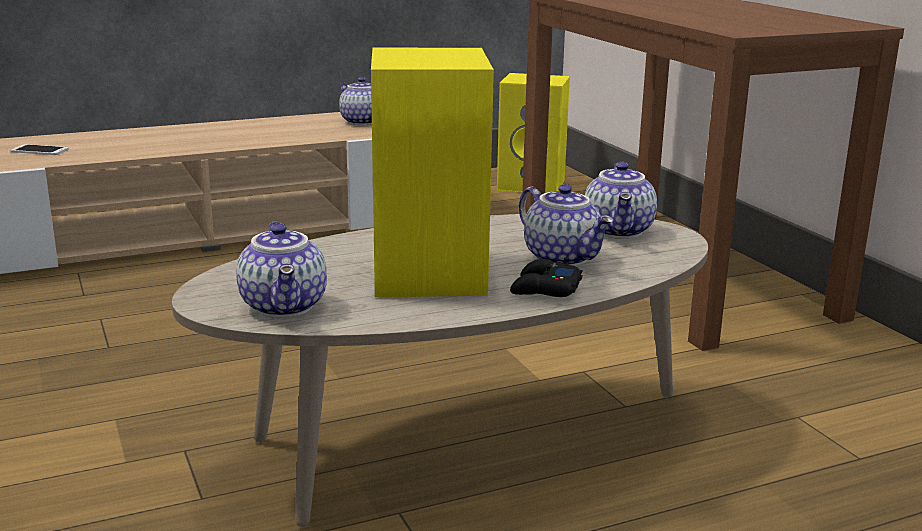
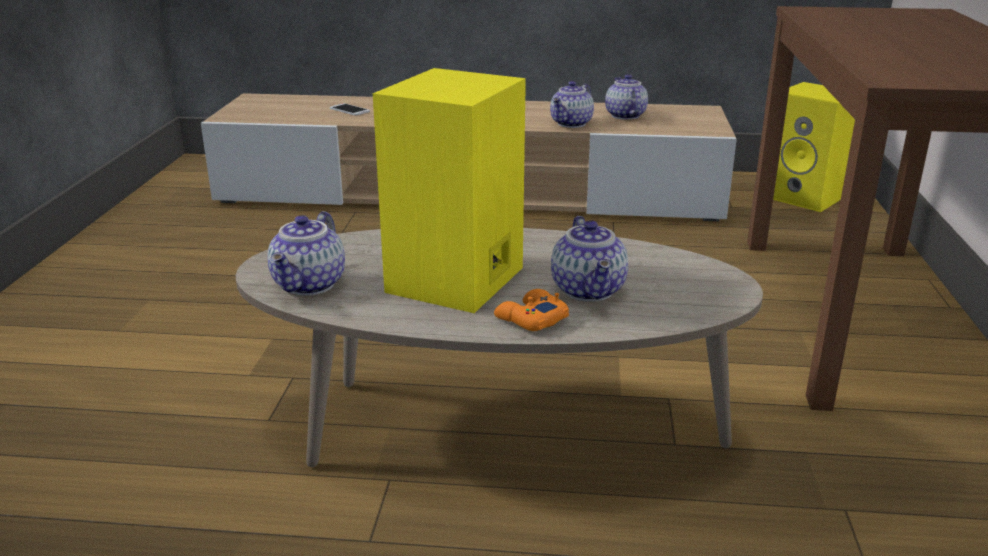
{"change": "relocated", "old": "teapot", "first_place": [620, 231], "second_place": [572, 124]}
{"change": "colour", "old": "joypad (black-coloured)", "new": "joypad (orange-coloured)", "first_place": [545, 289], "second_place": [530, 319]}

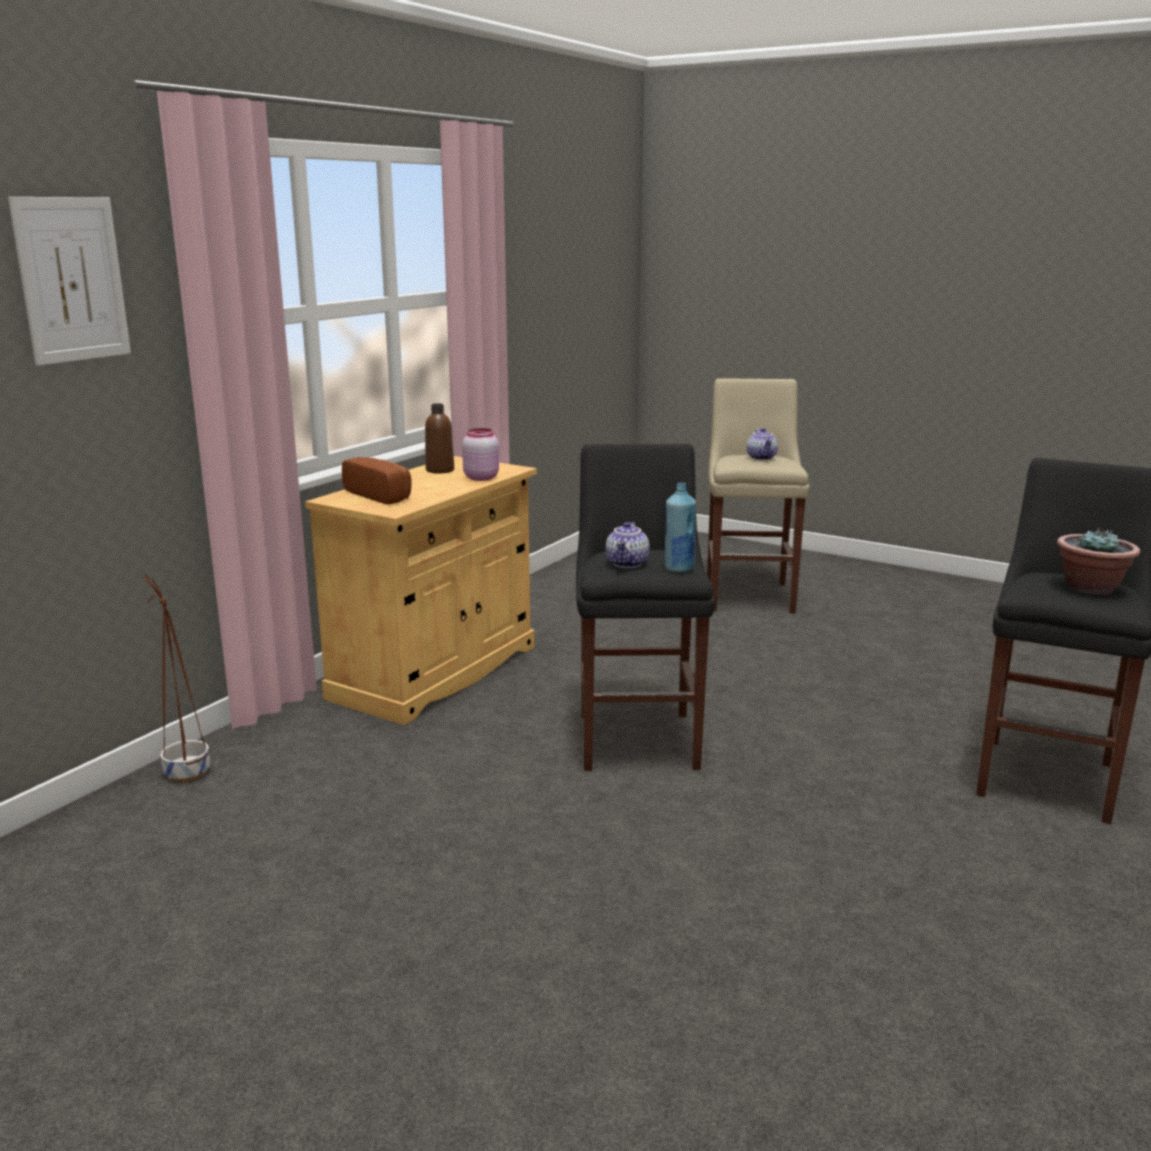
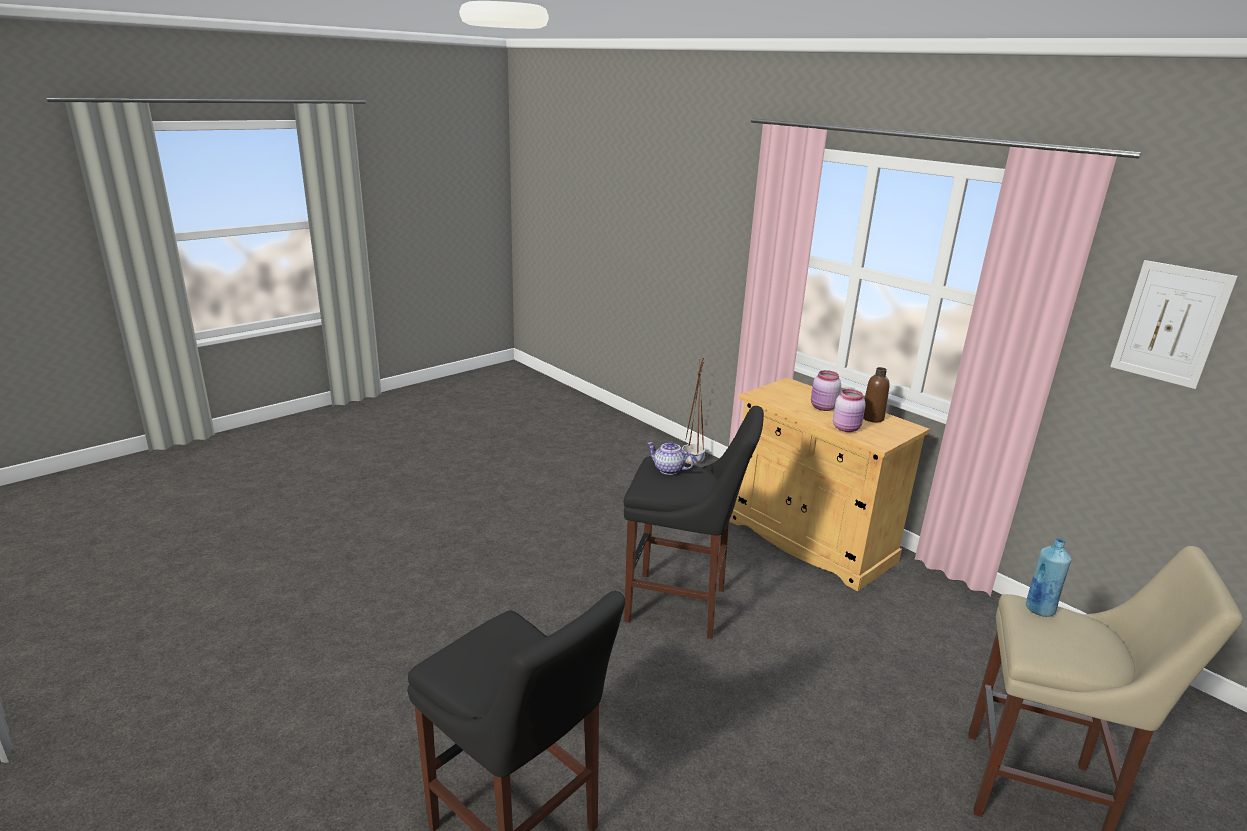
{"change": "missing", "old": "bakery bread", "first_place": [381, 495]}
{"change": "missing", "old": "teapot", "first_place": [762, 458]}
{"change": "missing", "old": "potted plant", "first_place": [1090, 588]}
{"change": "appeared", "new": "jar (pinkish)", "second_place": [823, 407]}
{"change": "relocated", "old": "wall picture", "first_place": [72, 280], "second_place": [1170, 324]}
{"change": "relocated", "old": "drink bottle (blue-coloured)", "first_place": [678, 568], "second_place": [1039, 609]}

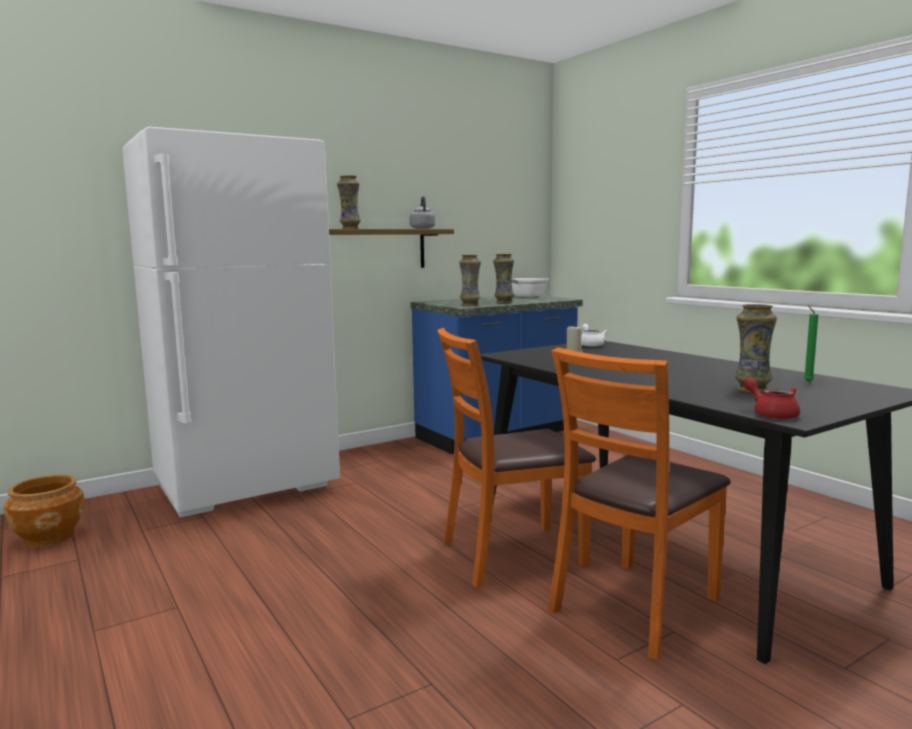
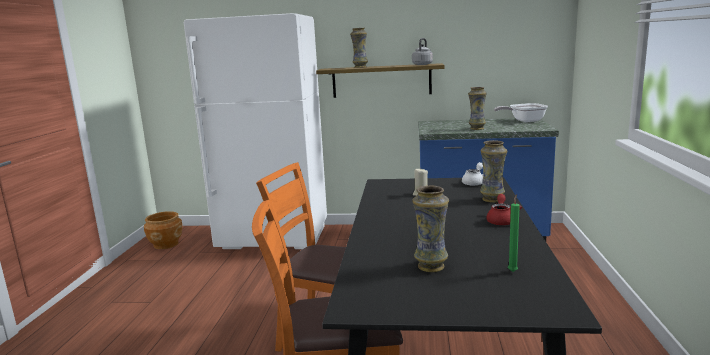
{"change": "relocated", "old": "vase", "first_place": [470, 305], "second_place": [492, 199]}
{"change": "relocated", "old": "teapot (red)", "first_place": [771, 414], "second_place": [501, 220]}

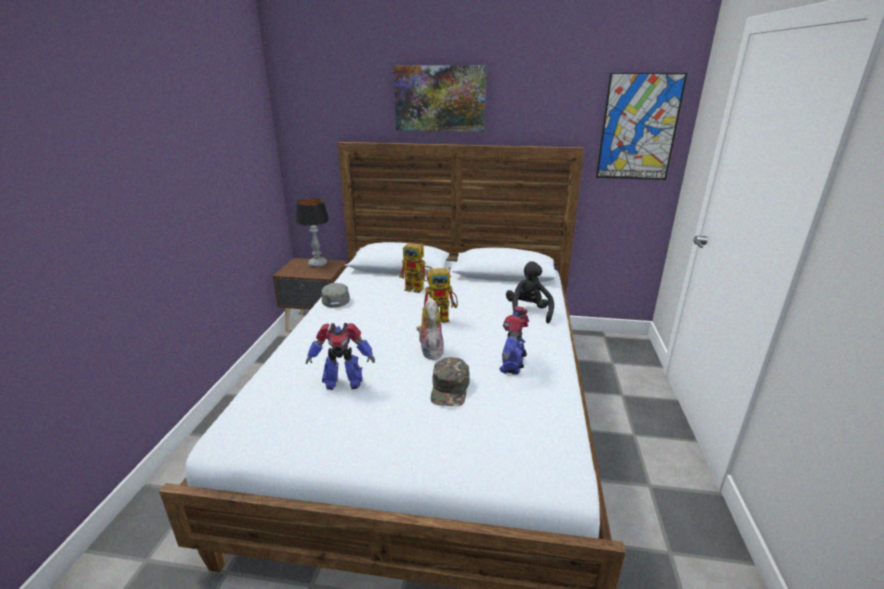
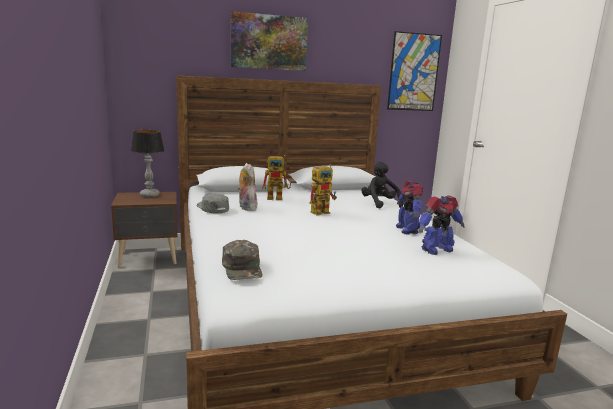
{"change": "relocated", "old": "model robot", "first_place": [343, 382], "second_place": [436, 250]}
{"change": "relocated", "old": "plush toy", "first_place": [430, 351], "second_place": [246, 207]}
{"change": "relocated", "old": "peaked cap (green-coloured)", "first_place": [450, 388], "second_place": [243, 268]}

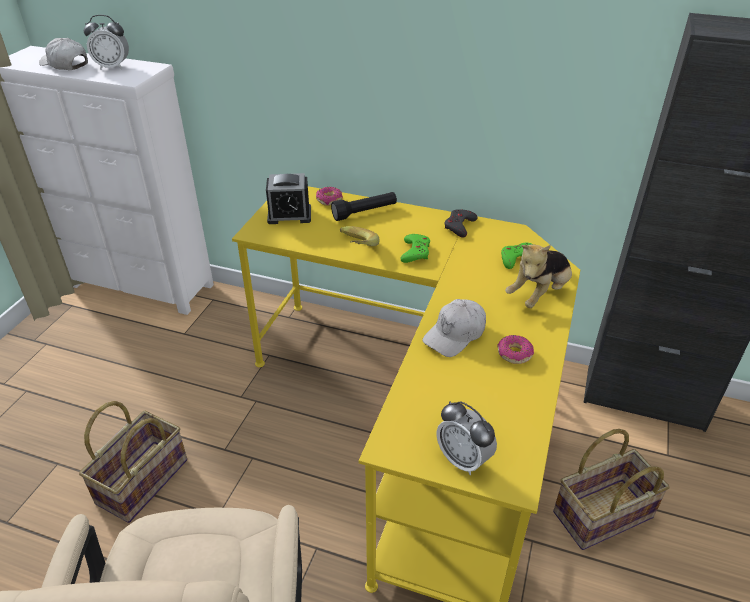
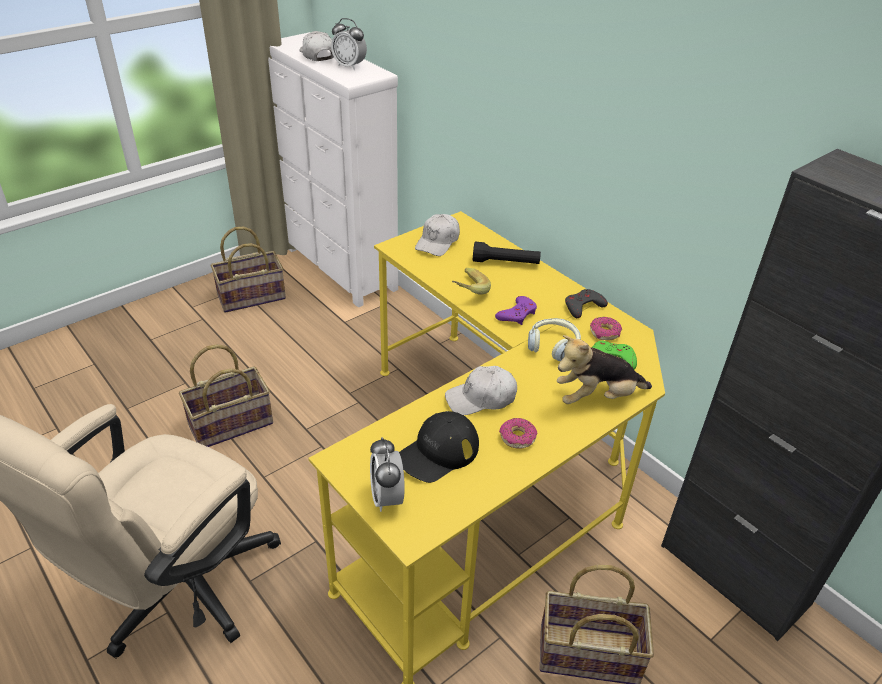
{"change": "appeared", "new": "basket", "second_place": [251, 296]}
{"change": "appeared", "new": "peaked cap (black-coloured)", "second_place": [438, 452]}
{"change": "appeared", "new": "headset", "second_place": [553, 345]}
{"change": "relocated", "old": "donut", "first_place": [329, 200], "second_place": [605, 333]}
{"change": "exchanged", "old": "bedside clock", "new": "peaked cap (white)", "first_place": [289, 215], "second_place": [438, 242]}
{"change": "colour", "old": "joypad (green-coloured)", "new": "joypad (purple)", "first_place": [415, 252], "second_place": [517, 314]}

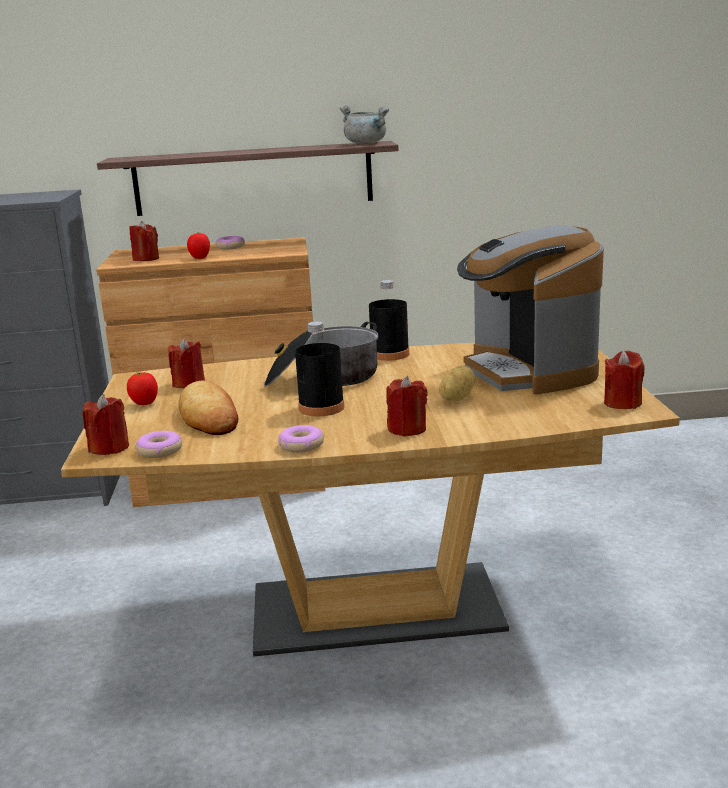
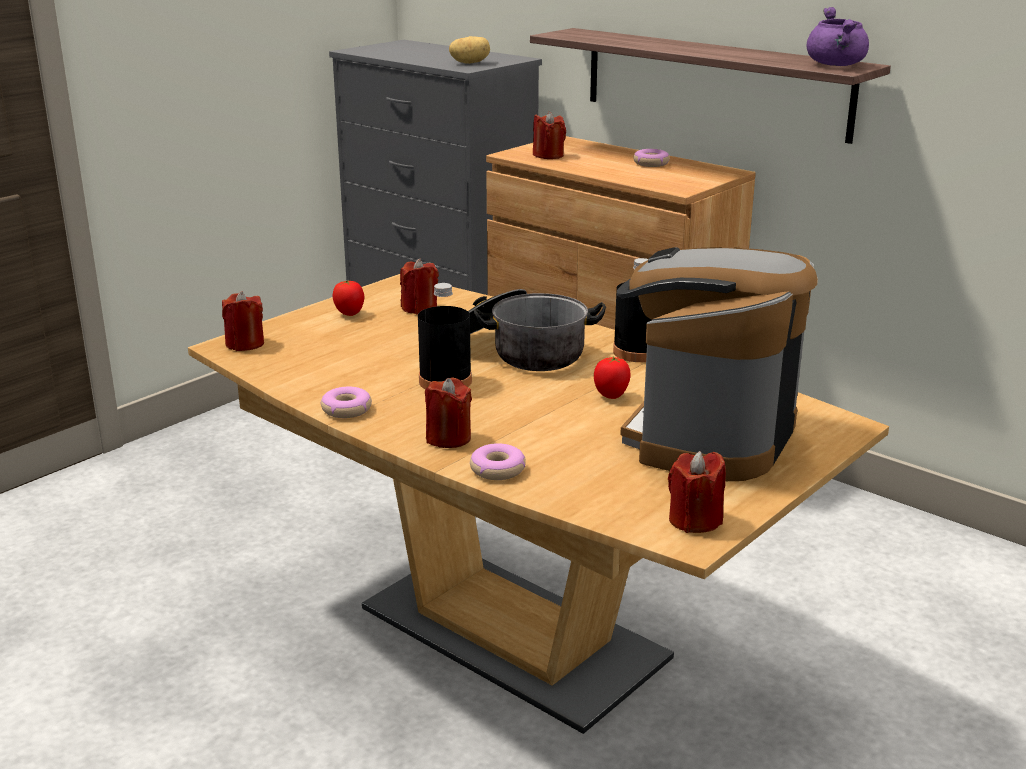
{"change": "missing", "old": "bakery bread", "first_place": [209, 416]}
{"change": "relocated", "old": "donut", "first_place": [160, 451], "second_place": [497, 469]}
{"change": "relocated", "old": "tomato", "first_place": [200, 258], "second_place": [611, 396]}
{"change": "relocated", "old": "whole potato", "first_place": [455, 398], "second_place": [470, 63]}
{"change": "colour", "old": "saucepot (grey)", "new": "saucepot (purple)", "first_place": [366, 143], "second_place": [836, 65]}

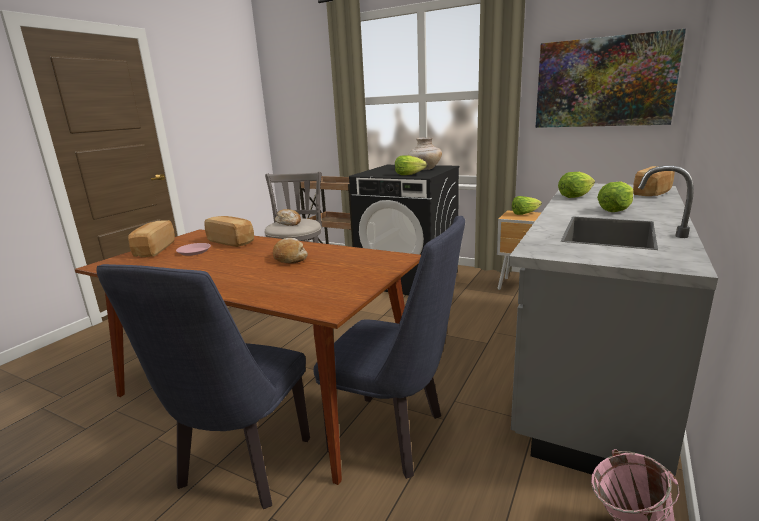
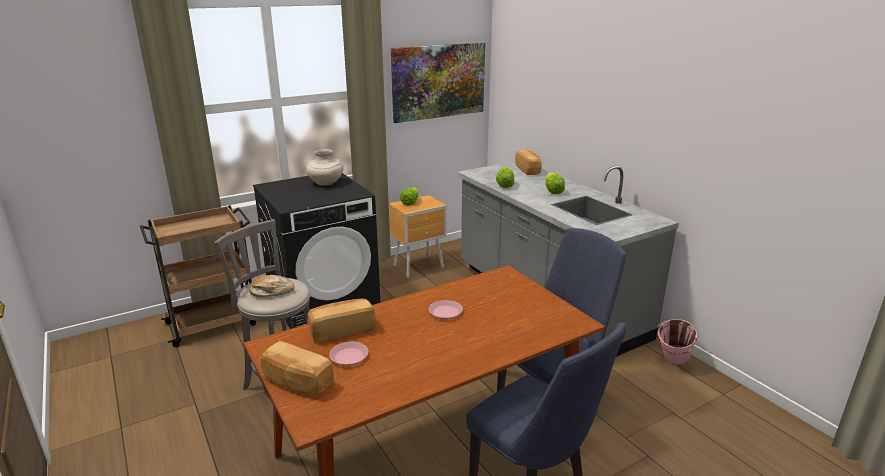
{"change": "missing", "old": "lettuce", "first_place": [408, 174]}
{"change": "exchanged", "old": "bakery bread", "new": "dinner plate (pinkish)", "first_place": [290, 257], "second_place": [445, 312]}

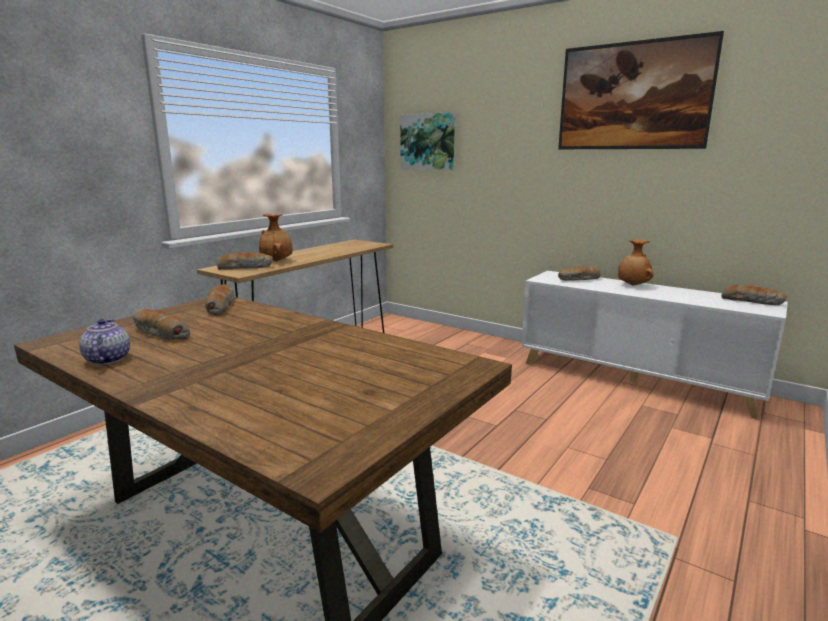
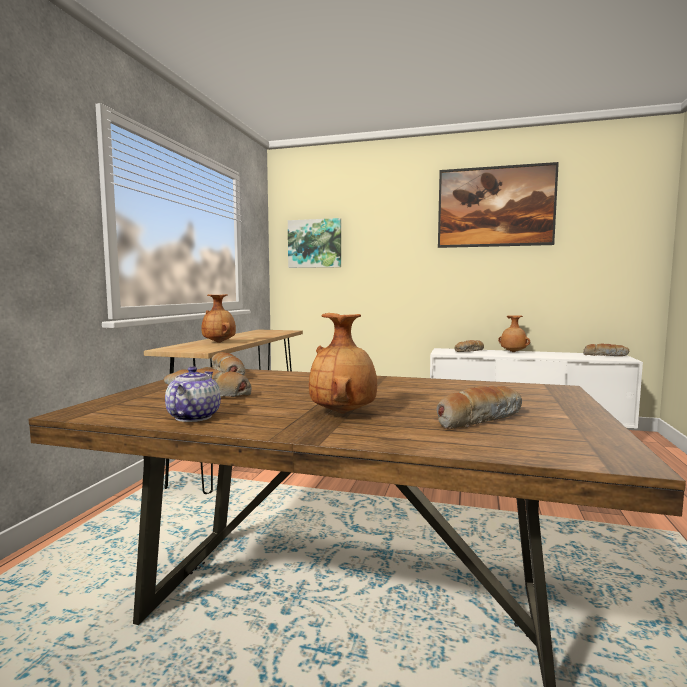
{"change": "appeared", "new": "vase (brown)", "second_place": [344, 413]}
{"change": "relocated", "old": "bakery bread", "first_place": [246, 267], "second_place": [479, 419]}
{"change": "spun", "old": "teapot", "first_place": [107, 359], "second_place": [193, 417], "degrees": 45}

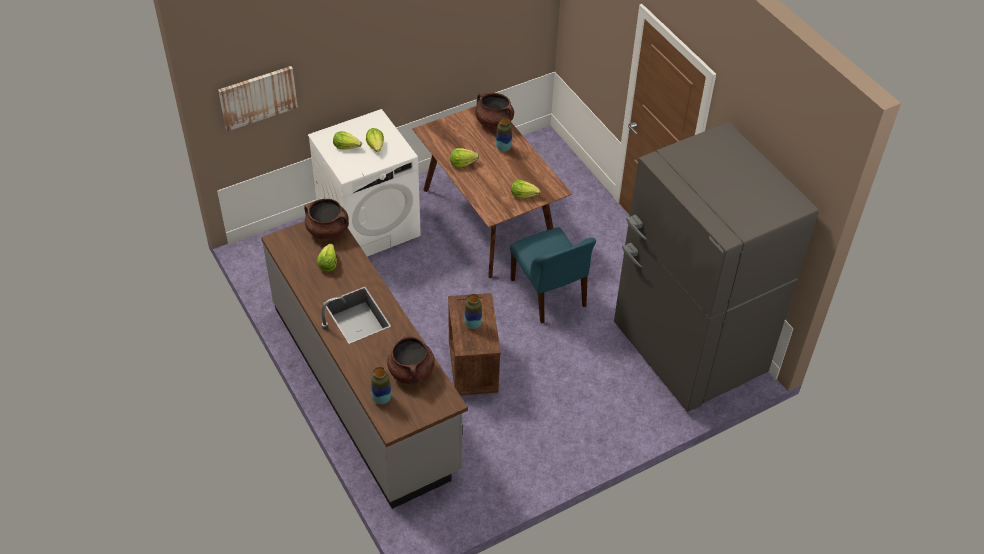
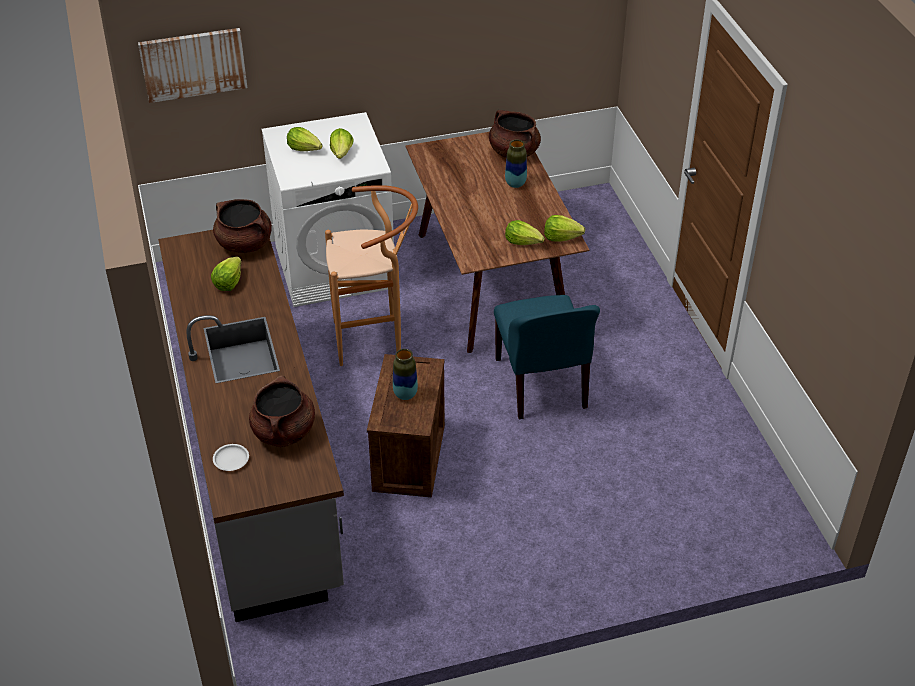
{"change": "missing", "old": "kitchen fridge (grey)", "first_place": [687, 351]}
{"change": "appeared", "new": "stool seat (brown)", "second_place": [375, 339]}
{"change": "relocated", "old": "lettuce", "first_place": [462, 163], "second_place": [561, 237]}
{"change": "exchanged", "old": "vase", "new": "dinner plate (white)", "first_place": [381, 399], "second_place": [231, 459]}

